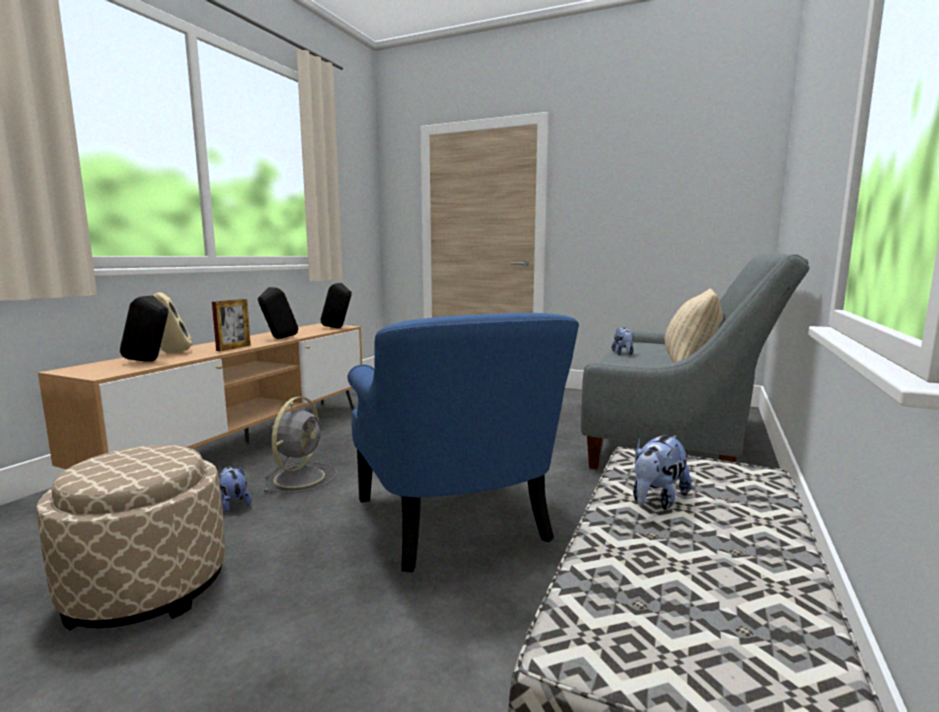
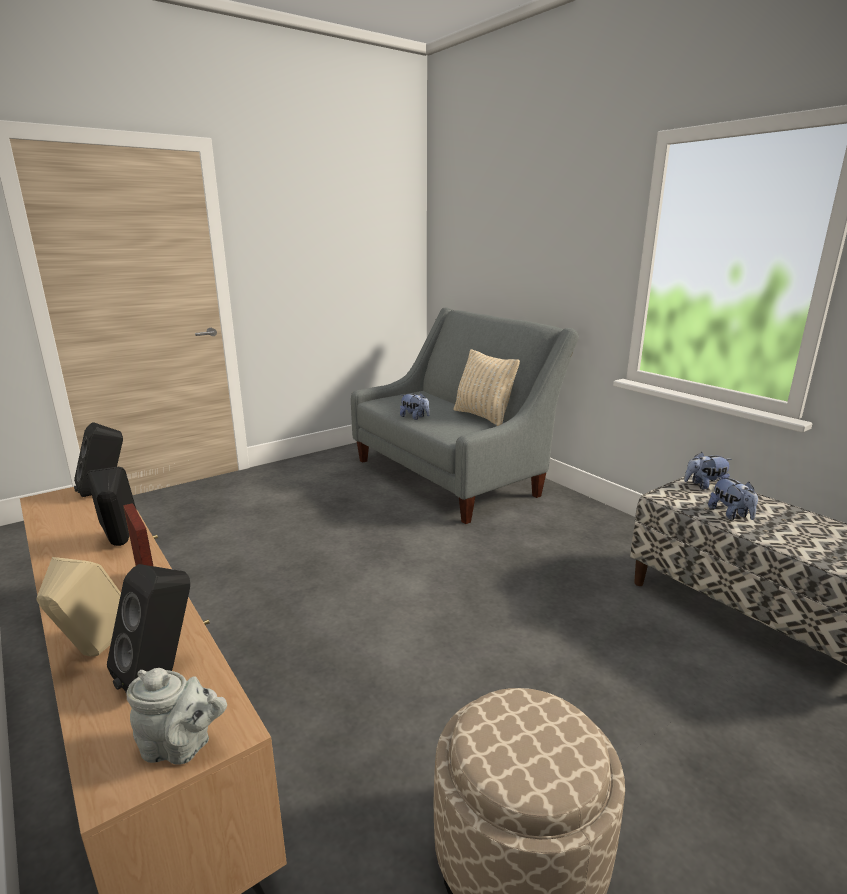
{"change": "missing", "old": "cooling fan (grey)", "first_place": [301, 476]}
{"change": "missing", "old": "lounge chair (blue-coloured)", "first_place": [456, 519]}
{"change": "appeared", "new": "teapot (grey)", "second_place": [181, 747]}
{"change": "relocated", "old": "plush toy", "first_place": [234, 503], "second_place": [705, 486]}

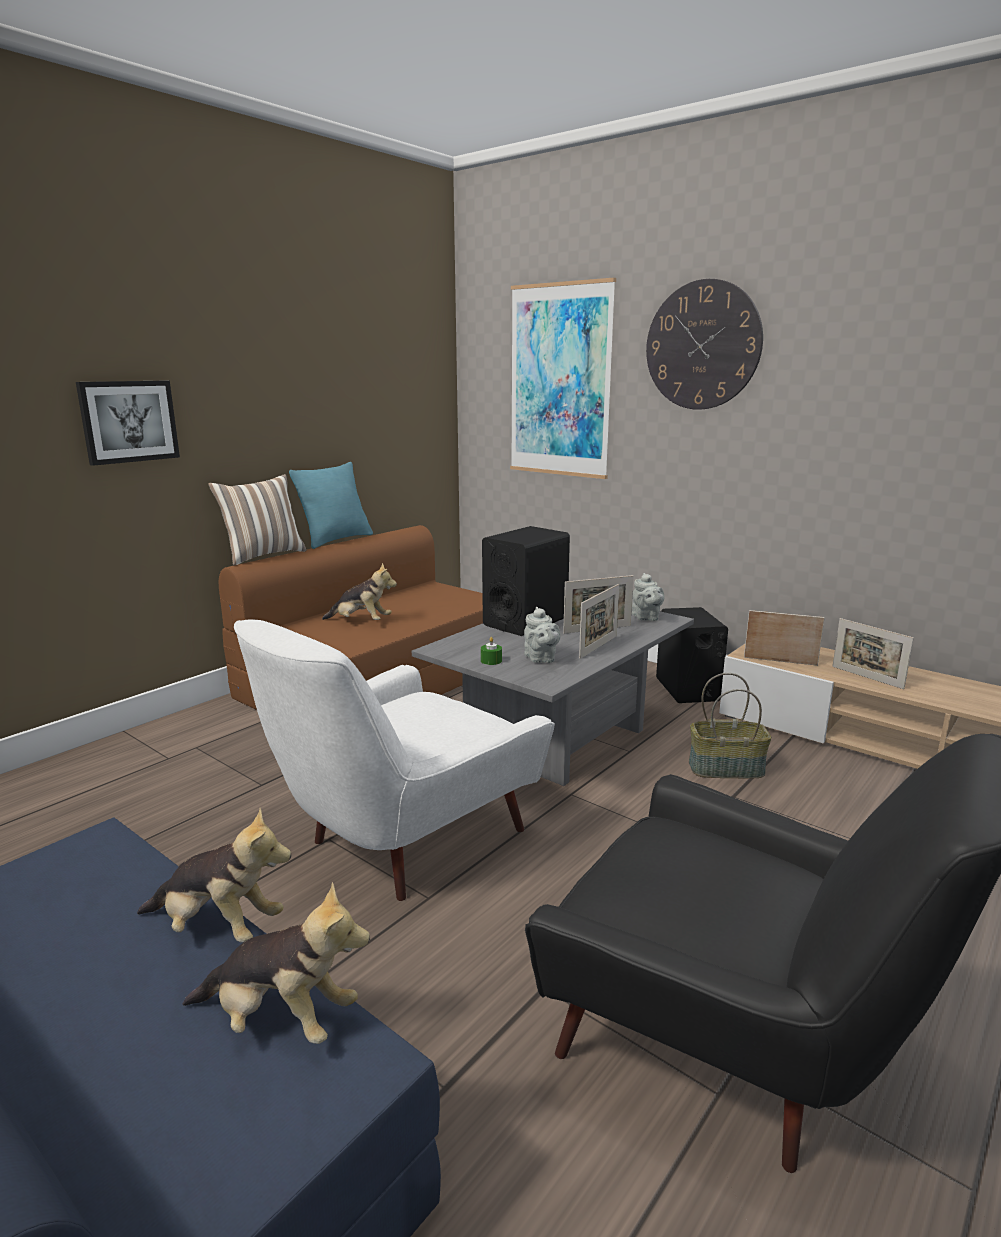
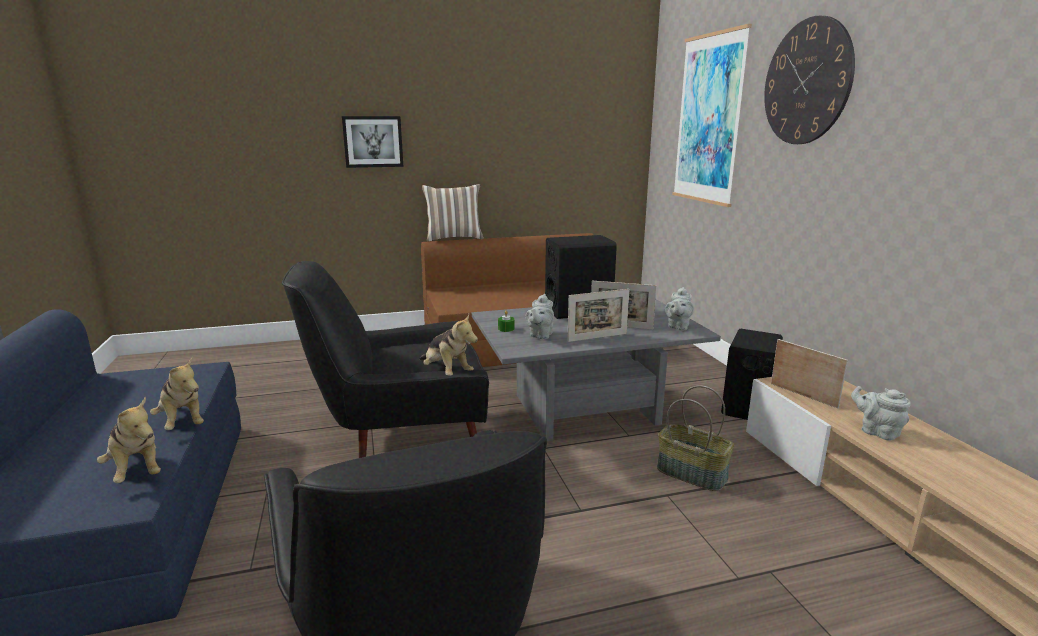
{"change": "missing", "old": "pillow (turquoise)", "first_place": [336, 540]}
{"change": "relocated", "old": "plush toy", "first_place": [361, 622], "second_place": [446, 372]}
{"change": "exchanged", "old": "picture frame", "new": "teapot (grey)", "first_place": [867, 677], "second_place": [877, 432]}
{"change": "colour", "old": "lounge chair (white)", "new": "lounge chair (black-coloured)", "first_place": [401, 843], "second_place": [403, 438]}

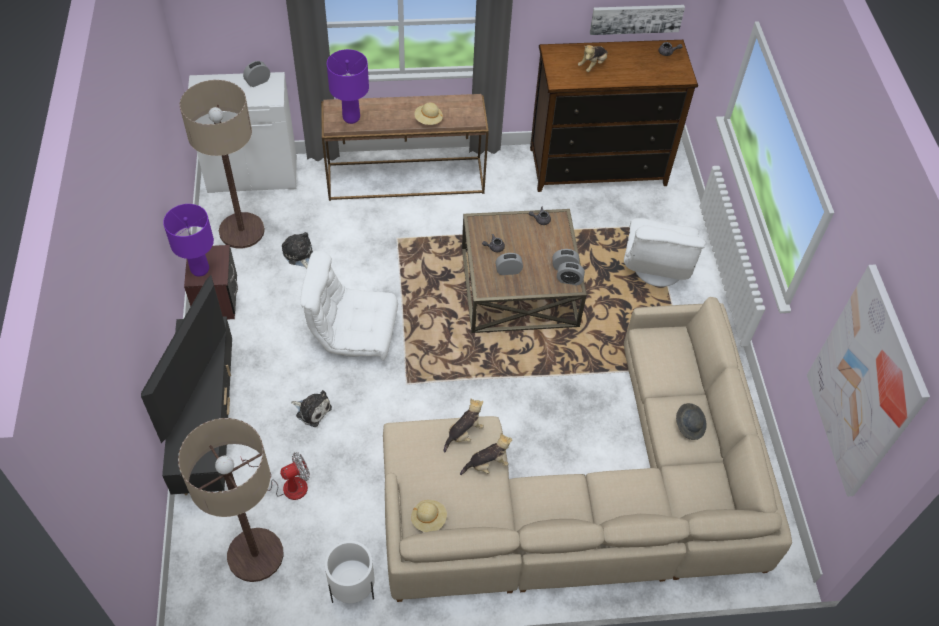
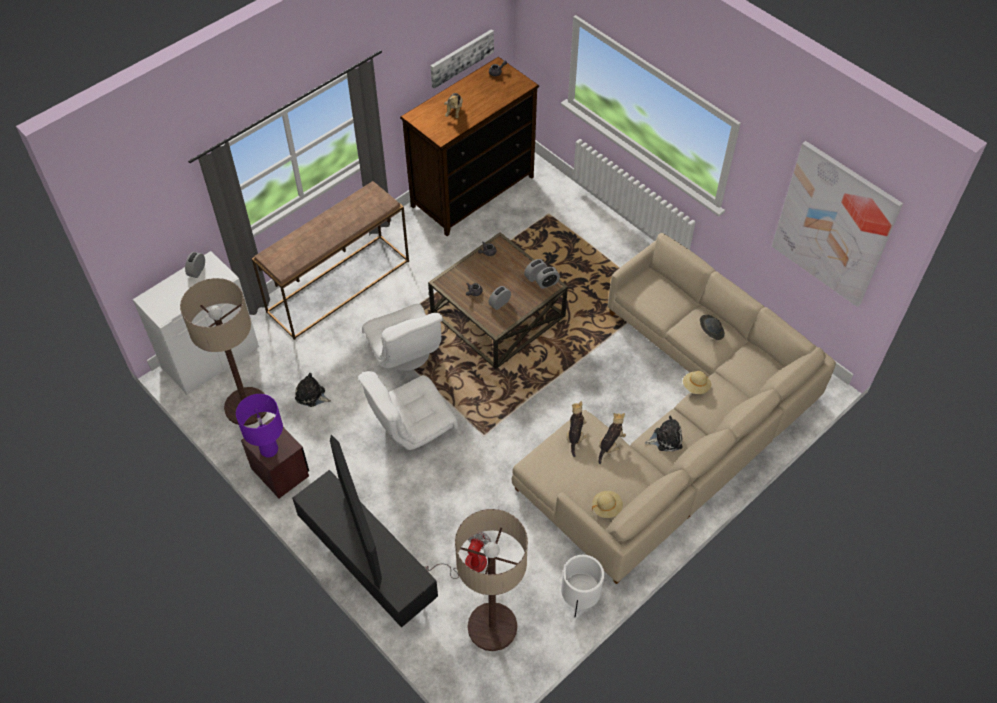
{"change": "missing", "old": "tabletop lamp (purple)", "first_place": [351, 118]}
{"change": "relocated", "old": "plush toy", "first_place": [312, 410], "second_place": [665, 439]}
{"change": "relocated", "old": "hat (sand-coloured)", "first_place": [428, 120], "second_place": [696, 387]}
{"change": "relocated", "old": "lounge chair (white)", "first_place": [656, 267], "second_place": [405, 352]}

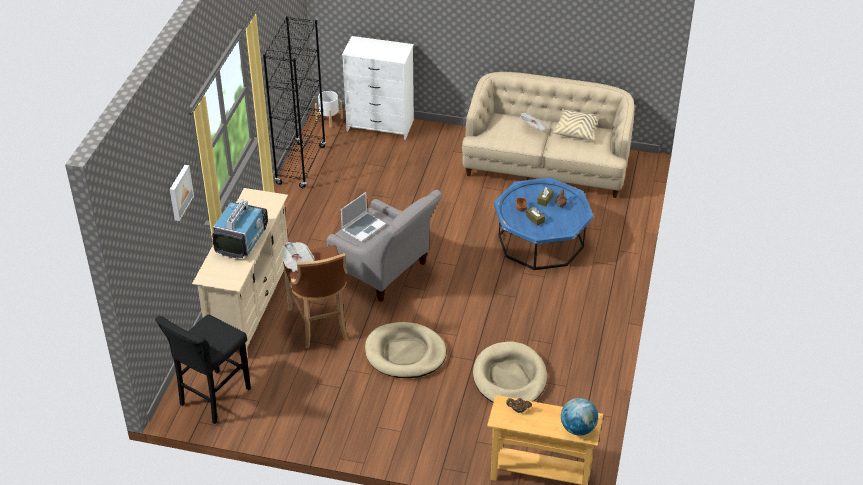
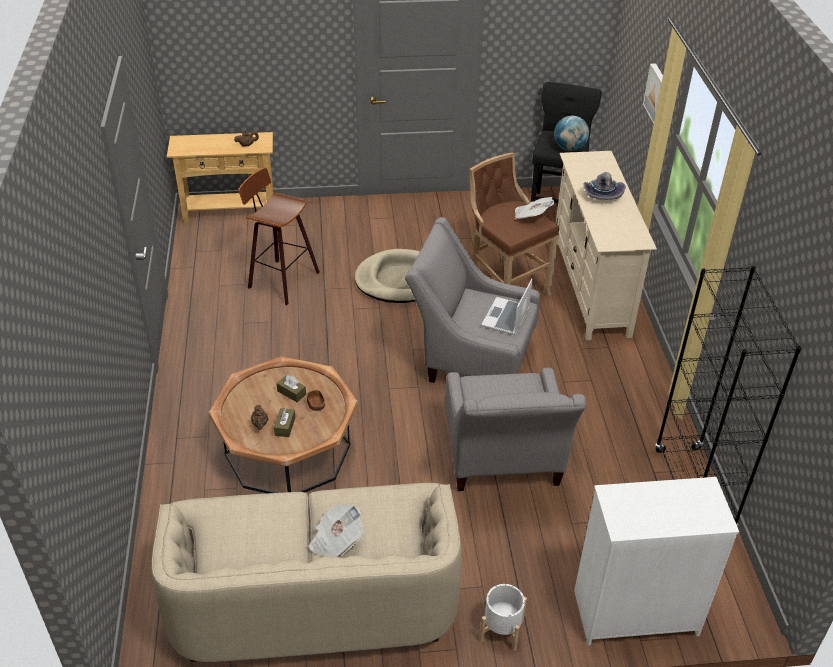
{"change": "missing", "old": "pillow (sand-coloured)", "first_place": [576, 130]}
{"change": "appeared", "new": "lounge chair (grey)", "second_place": [503, 462]}
{"change": "relocated", "old": "flower pot (white)", "first_place": [329, 119], "second_place": [502, 630]}
{"change": "relocated", "old": "world globe", "first_place": [578, 428], "second_place": [569, 148]}
{"change": "exchanged", "old": "TV set", "new": "hat (grey)", "first_place": [242, 239], "second_place": [601, 194]}
{"change": "exchanged", "old": "dog bed (sand-coloured)", "new": "stool seat", "first_place": [509, 378], "second_place": [281, 280]}
{"change": "colour", "old": "low table (blue-coloured)", "new": "low table (brown)", "first_place": [541, 241], "second_place": [288, 449]}

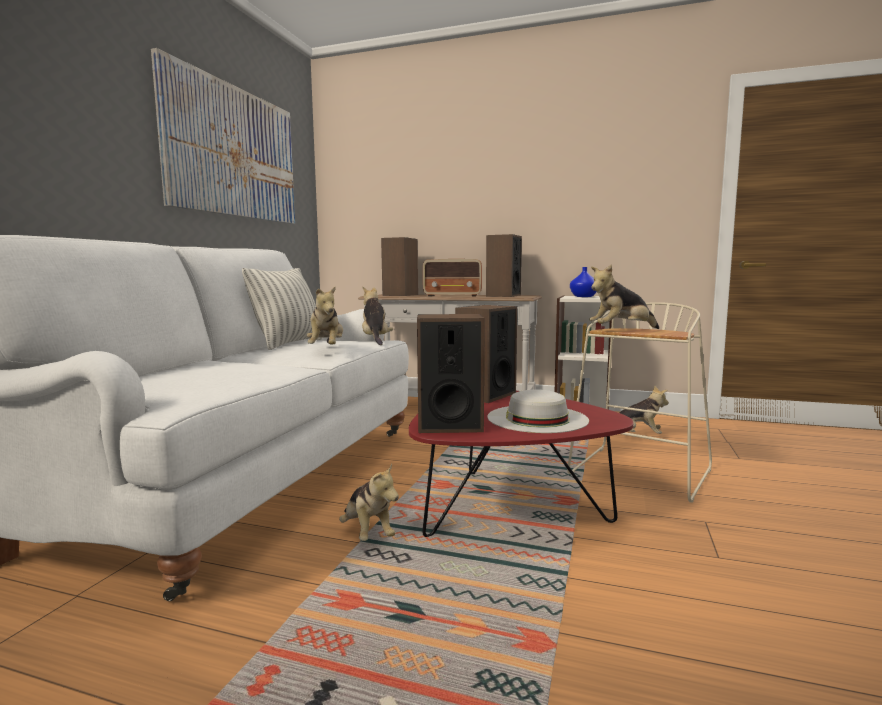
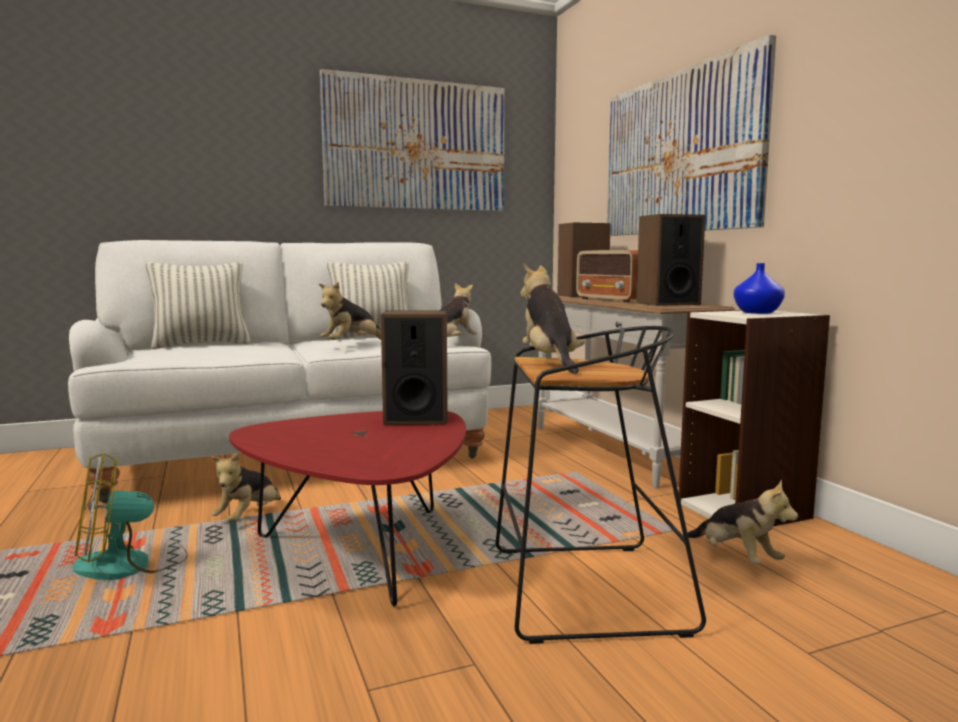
{"change": "missing", "old": "audio speaker", "first_place": [449, 425]}
{"change": "missing", "old": "hat (white)", "first_place": [537, 418]}
{"change": "appeared", "new": "cooling fan", "second_place": [131, 564]}
{"change": "appeared", "new": "pillow", "second_place": [201, 345]}
{"change": "appeared", "new": "wall picture", "second_place": [679, 153]}
{"change": "colour", "old": "stool seat (sand-coloured)", "new": "stool seat (black-coloured)", "first_place": [641, 473], "second_place": [583, 591]}
{"change": "spun", "old": "plush toy", "first_place": [621, 330], "second_place": [550, 362], "degrees": 45}

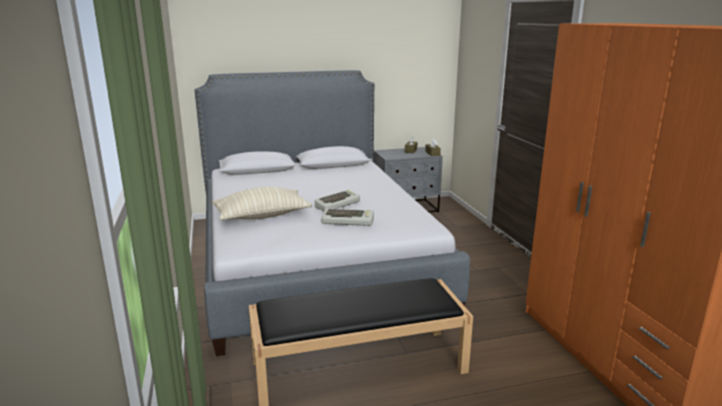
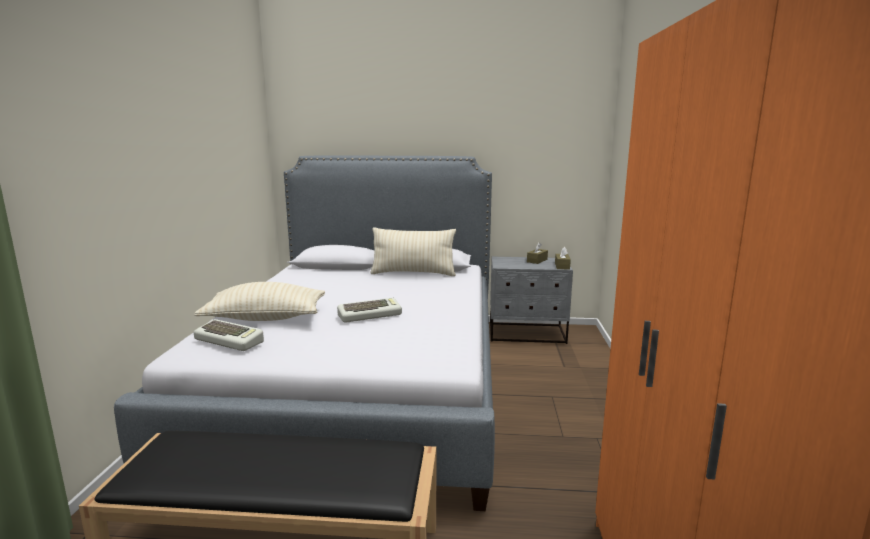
{"change": "appeared", "new": "pillow (sand-coloured)", "second_place": [413, 273]}
{"change": "relocated", "old": "computer keyboard", "first_place": [348, 221], "second_place": [231, 340]}

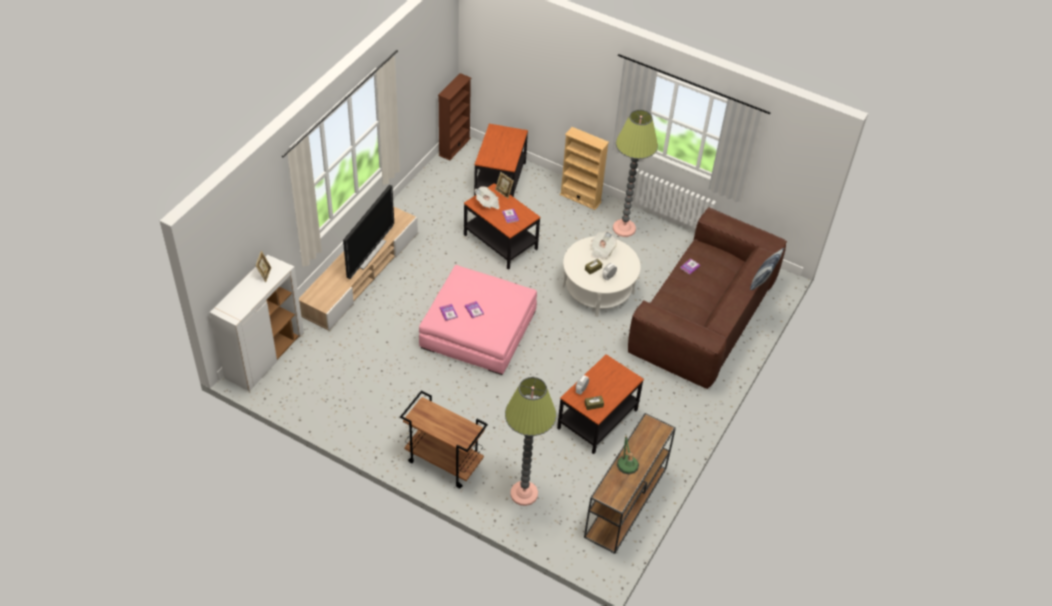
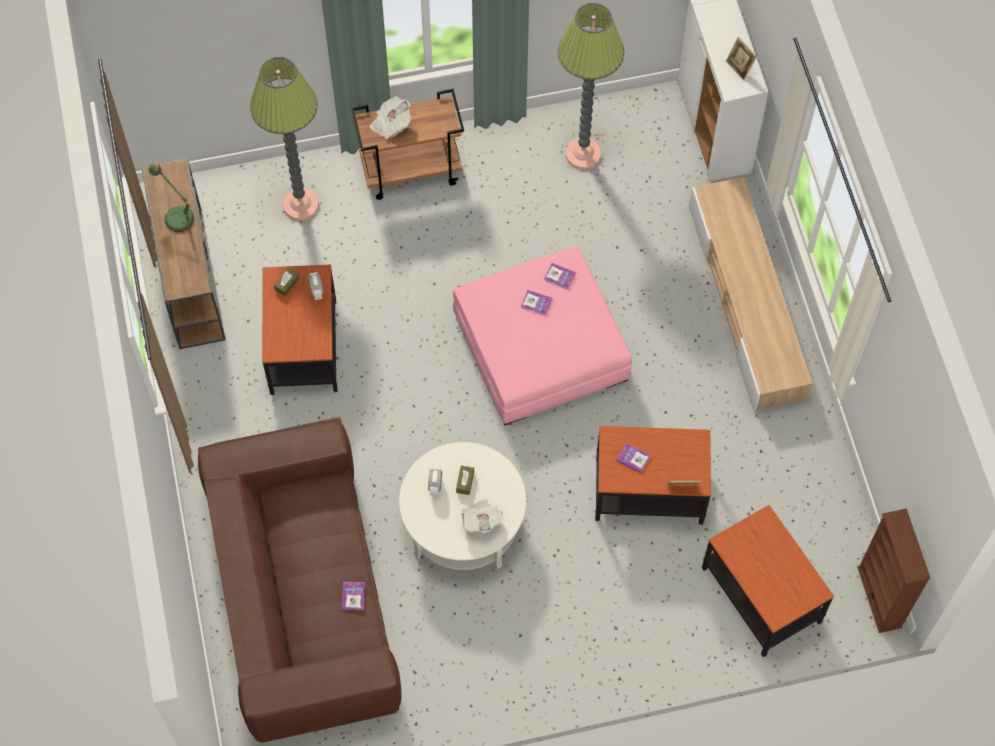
{"change": "missing", "old": "TV set", "first_place": [369, 253]}
{"change": "missing", "old": "shelving unit (sand-coloured)", "first_place": [580, 198]}
{"change": "missing", "old": "pillow", "first_place": [762, 281]}
{"change": "relocated", "old": "printed paper", "first_place": [487, 203], "second_place": [391, 124]}
{"change": "relocated", "old": "standard lamp", "first_place": [624, 228], "second_place": [583, 154]}

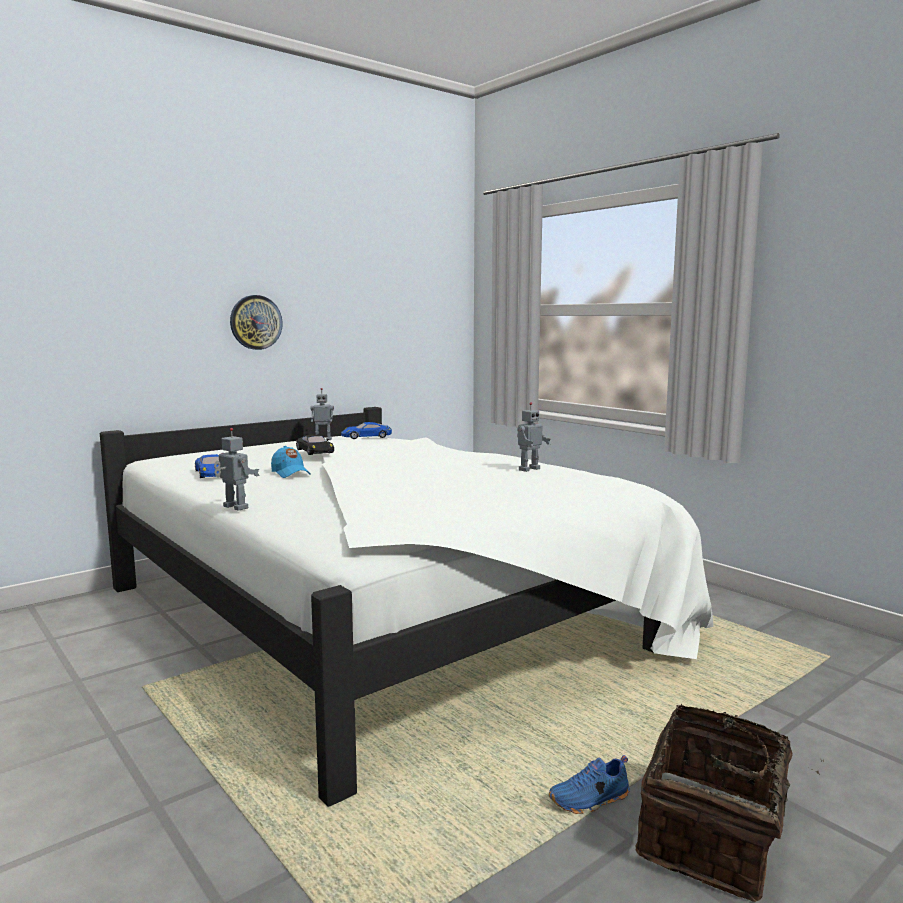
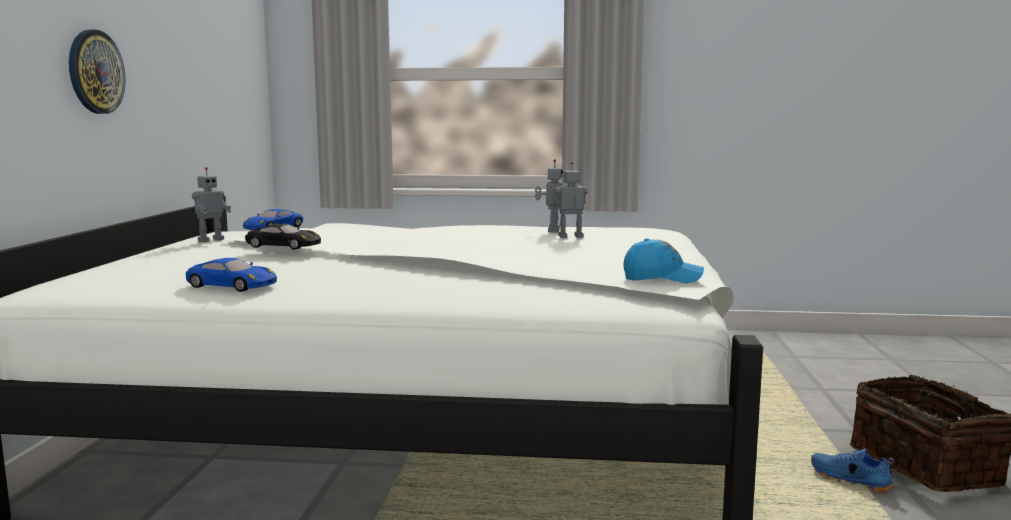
{"change": "relocated", "old": "model robot", "first_place": [234, 507], "second_place": [571, 237]}
{"change": "relocated", "old": "peaked cap (blue-coloured)", "first_place": [290, 473], "second_place": [662, 278]}
{"change": "spun", "old": "low shoe (blue-coloured)", "first_place": [590, 801], "second_place": [849, 481], "degrees": 105}

